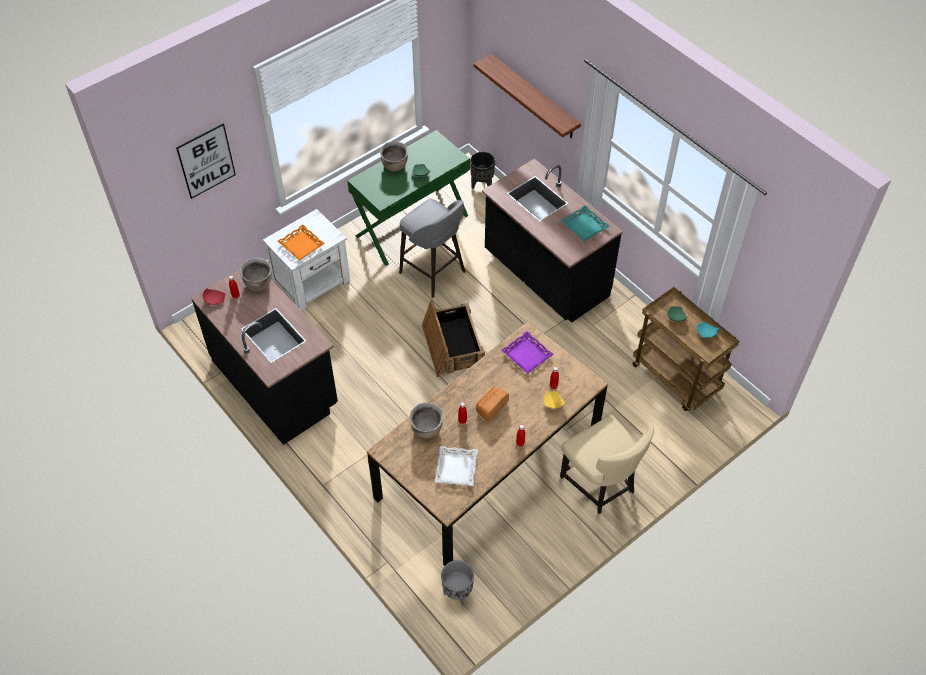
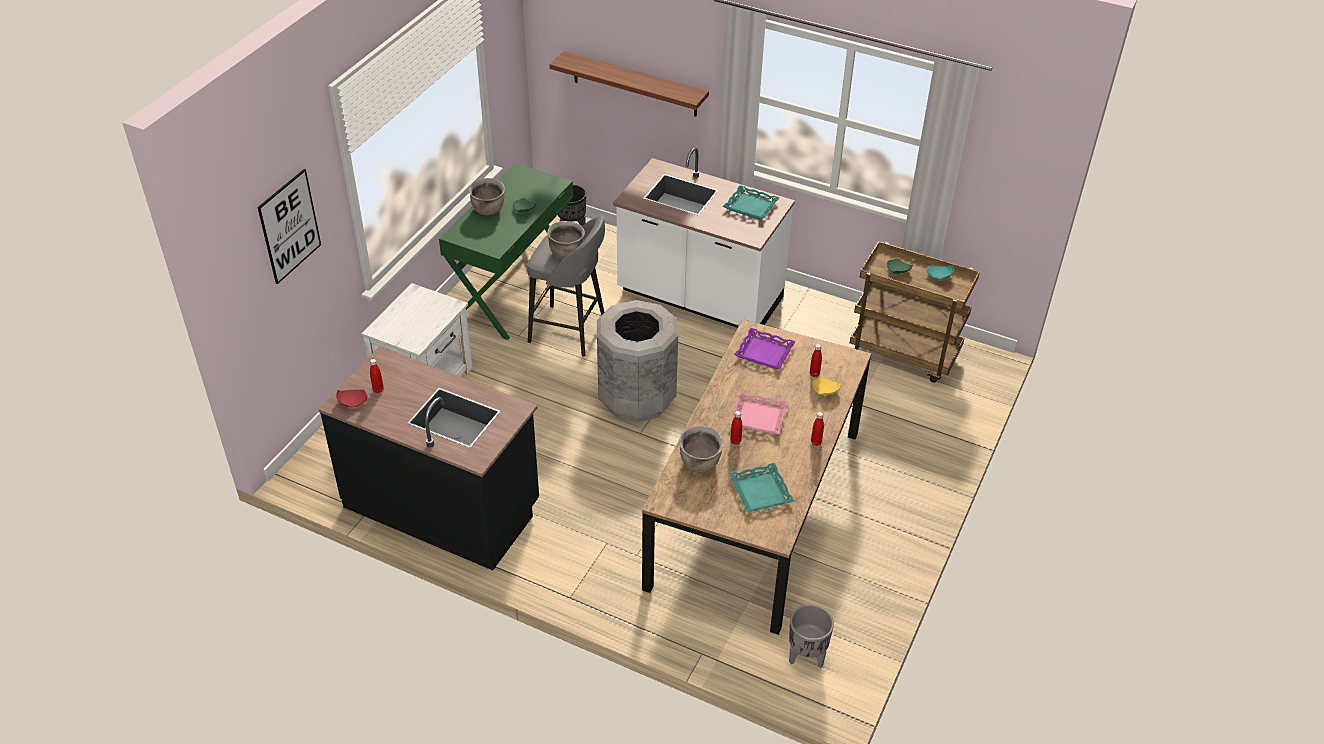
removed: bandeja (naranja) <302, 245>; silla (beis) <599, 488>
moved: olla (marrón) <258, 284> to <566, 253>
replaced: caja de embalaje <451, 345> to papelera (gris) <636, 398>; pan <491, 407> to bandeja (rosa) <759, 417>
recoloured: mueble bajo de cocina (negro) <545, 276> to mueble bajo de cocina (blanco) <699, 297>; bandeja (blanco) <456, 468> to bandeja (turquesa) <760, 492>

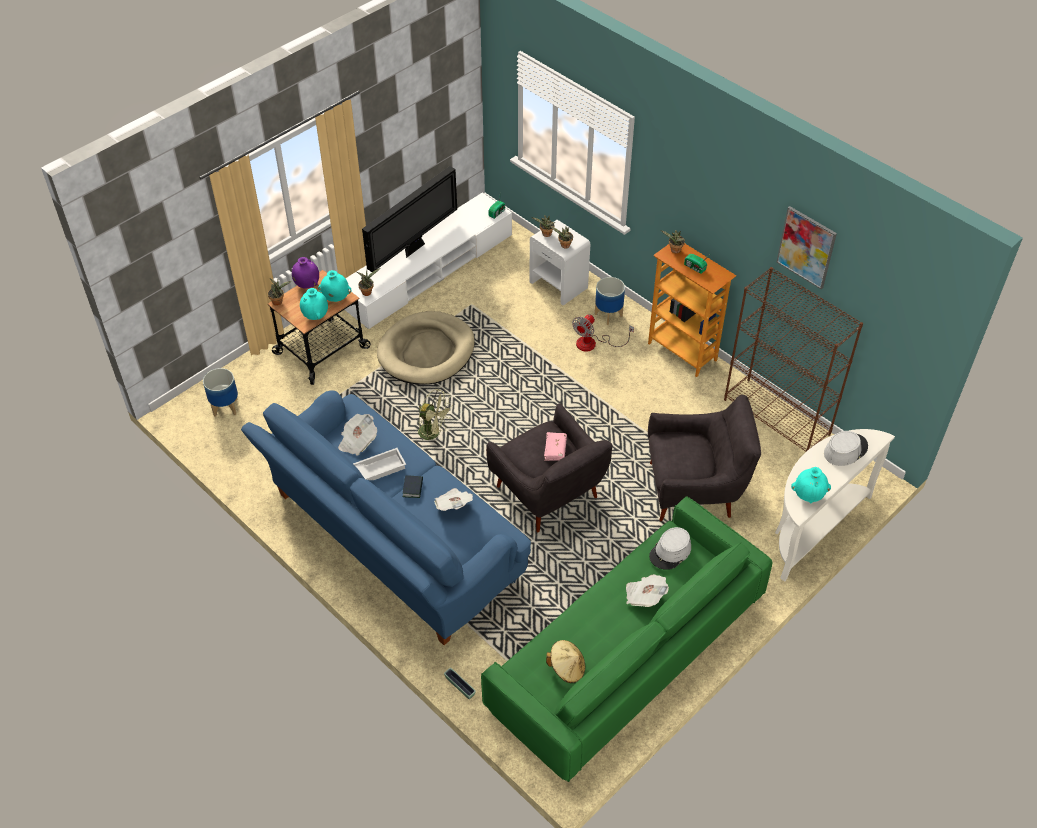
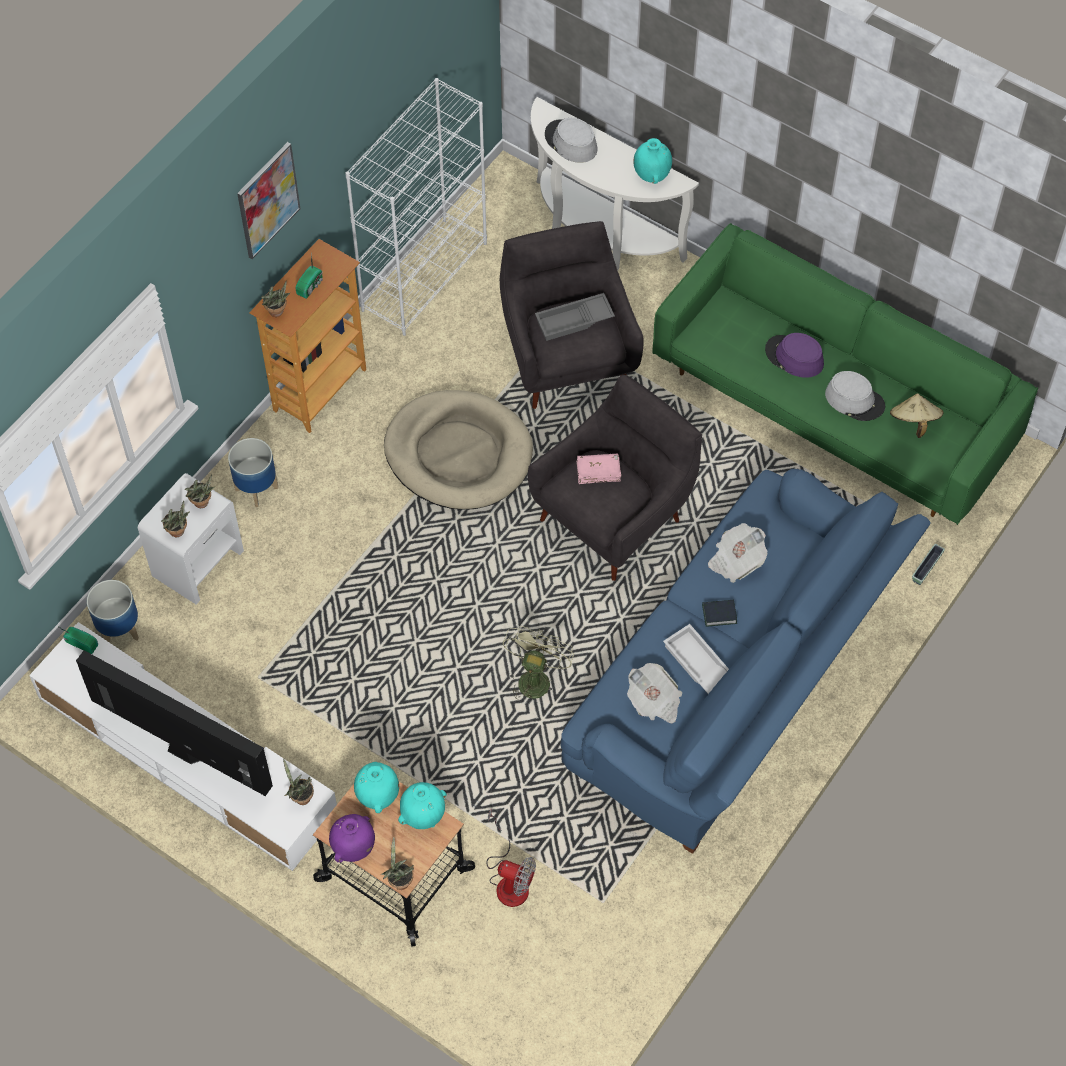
added: bandeja (gris) <574, 321>
moved: maceta <225, 407> to <118, 630>; cuadro <806, 247> to <267, 200>; cama para perro (beis) <426, 351> to <458, 454>; ventilador <593, 344> to <509, 880>; sombrero (gris) <670, 552> to <855, 400>
replaced: periódico <644, 596> to sombrero (morado) <794, 357>
recoloured: estantería (marrón) <777, 417> to estantería (blanco) <424, 276>

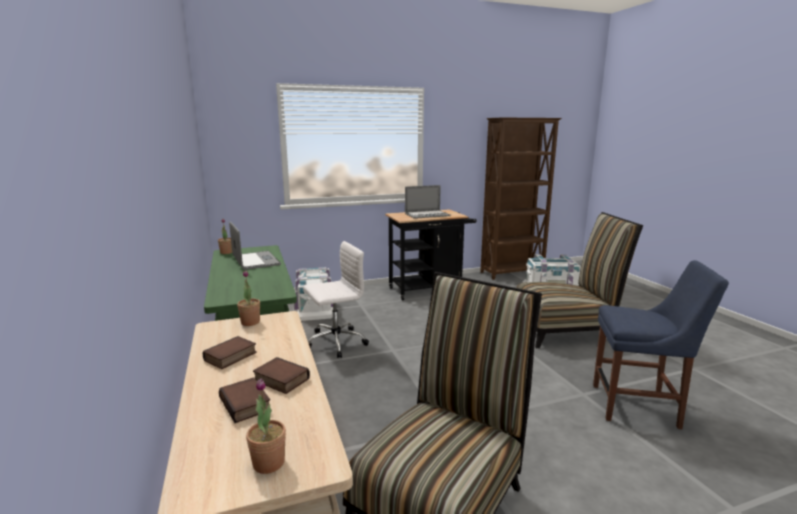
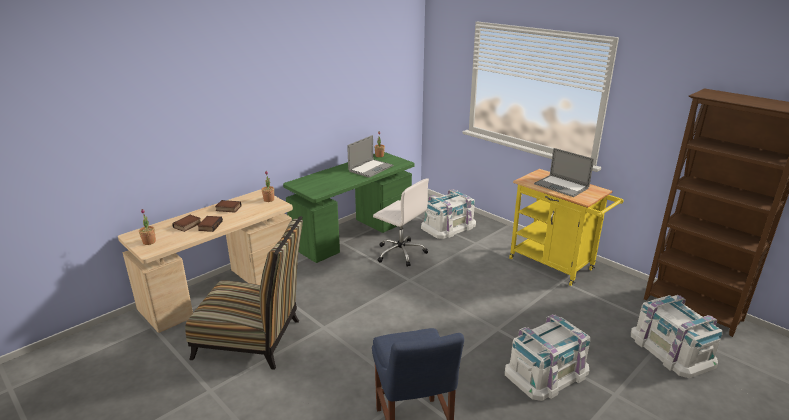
replaced: silla <565, 330> to caja de almacenaje (blanco) <546, 372>
recoloured: carrito (negro) <429, 289> to carrito (amarillo) <555, 266>

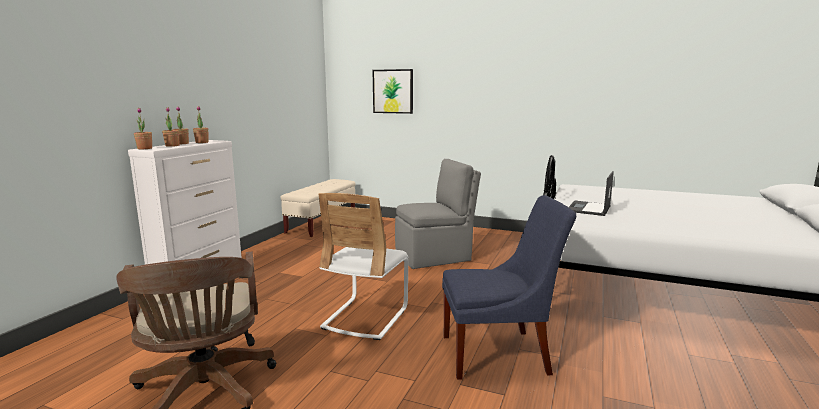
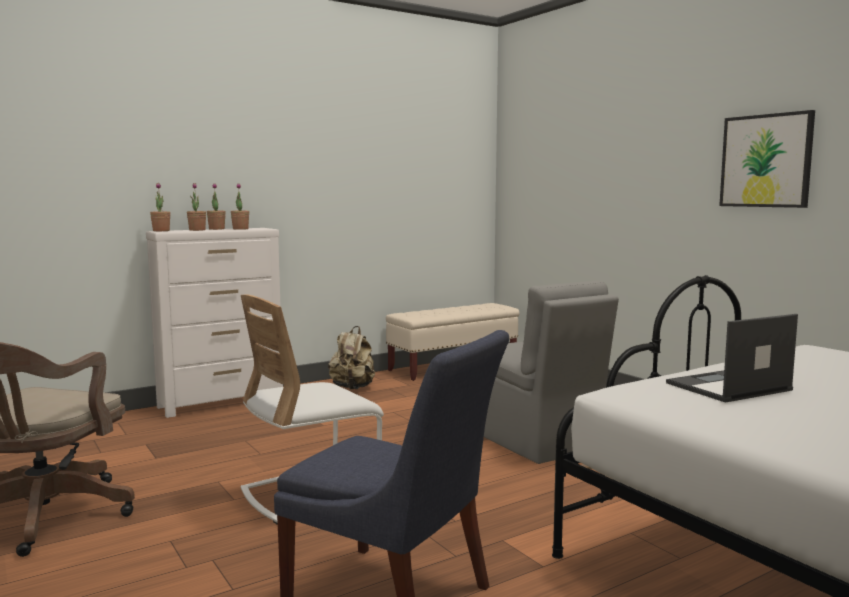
added: mochila (beis) <352, 388>
moved: cuadro <393, 91> to <766, 161>
turned: silla (gris) <435, 257> = <537, 441> 45 degrees clockwise

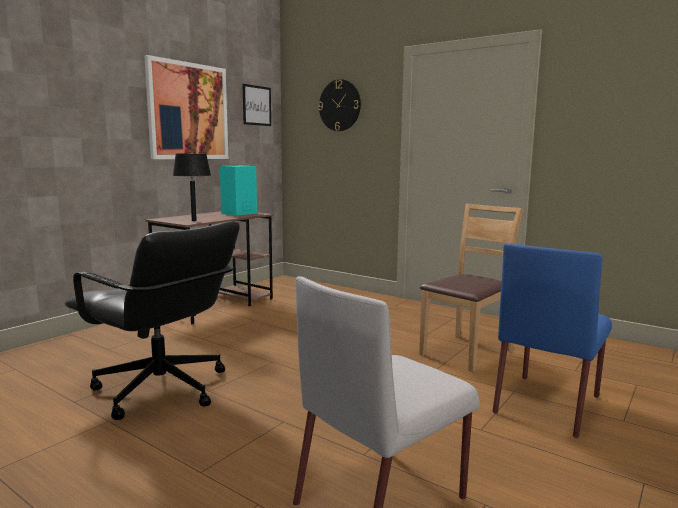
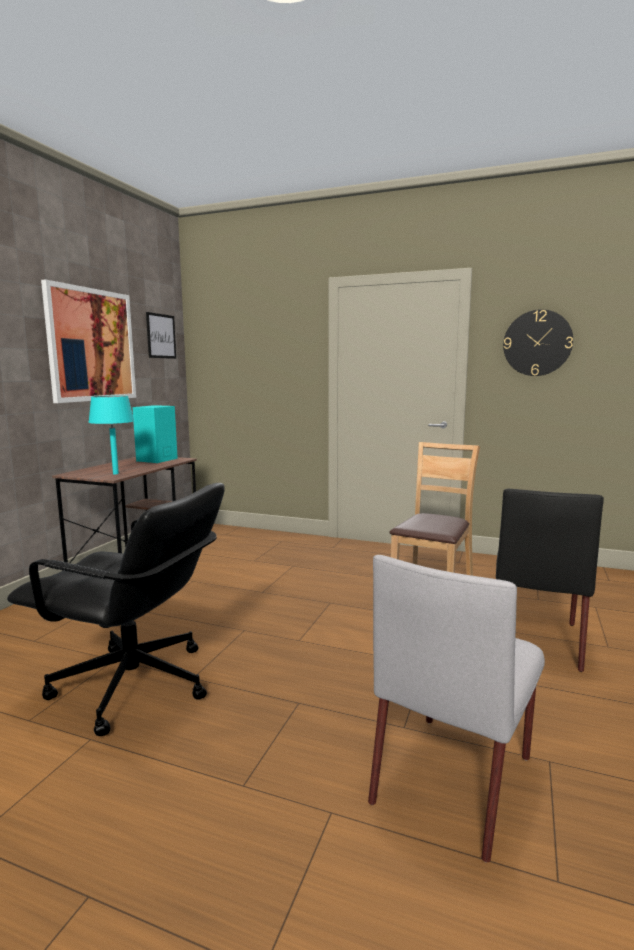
moved: reloj de pared <340, 105> to <537, 343>
recoloured: lámpara de mesa (negro) <194, 220> to lámpara de mesa (turquesa) <115, 473>; silla (azul) <547, 403> to silla (negro) <536, 638>

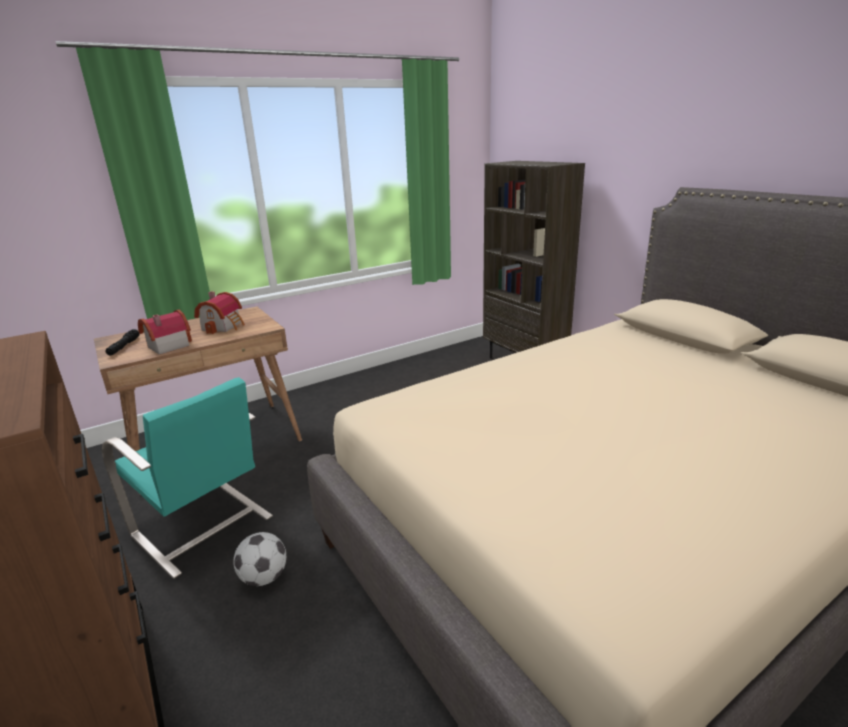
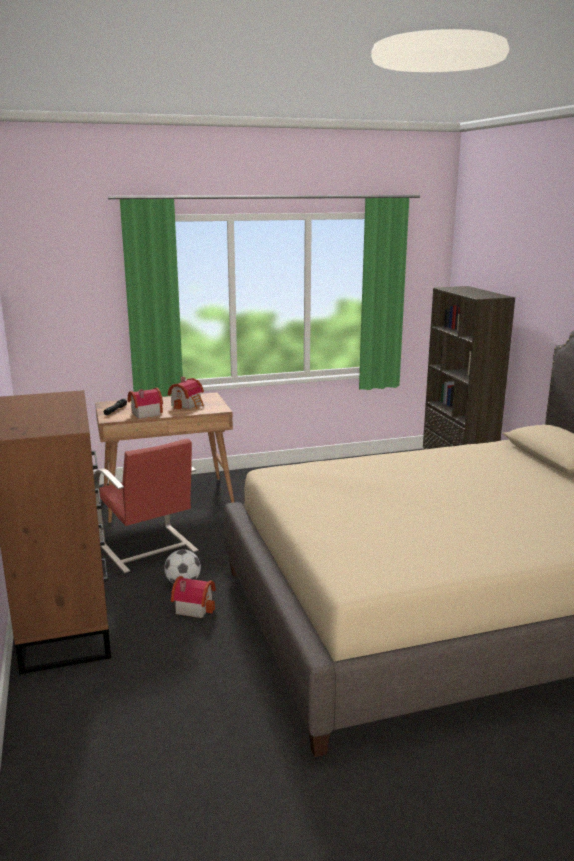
added: casita <194, 607>
recoloured: silla (turquesa) <203, 527> to silla (rojo) <148, 549>

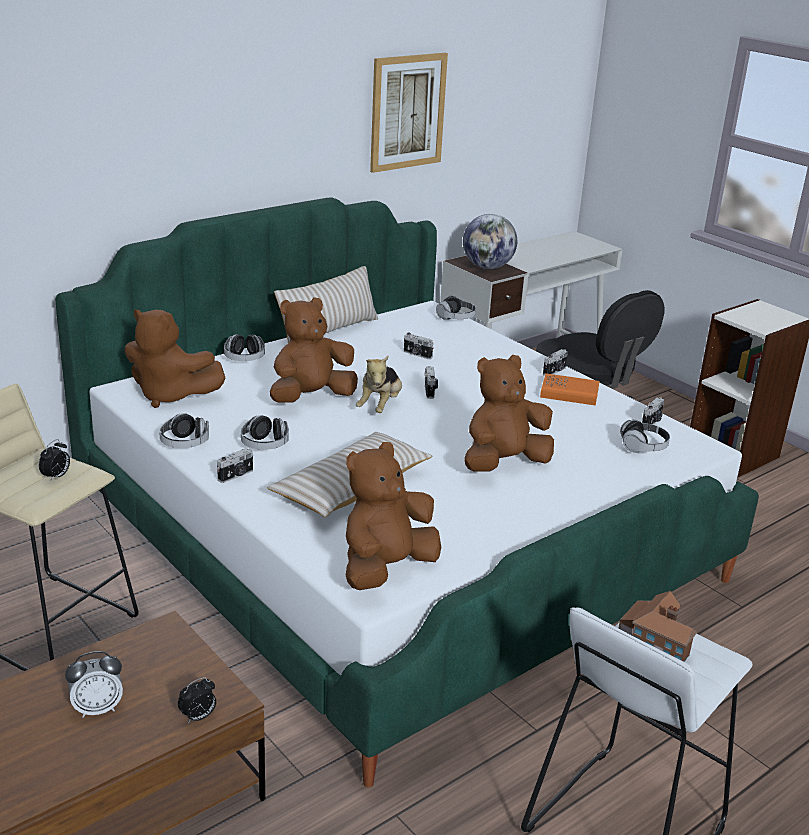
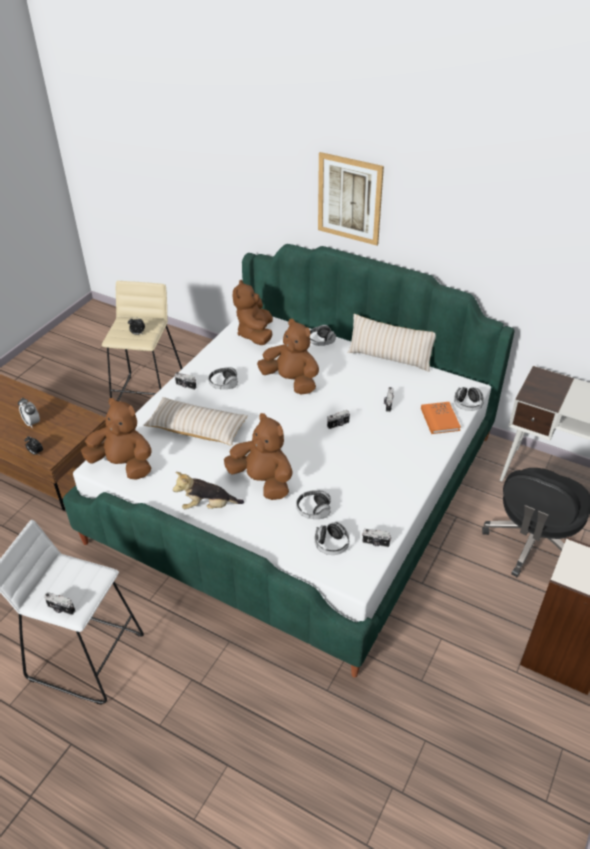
removed: globo terráqueo <487, 267>; casita <656, 638>
moved: cámara <555, 371> to <60, 609>; peluche <380, 406> to <208, 506>; auriculares <185, 443> to <313, 510>; cuadro <407, 112> to <349, 199>; libro (naranja) <569, 392> to <440, 419>

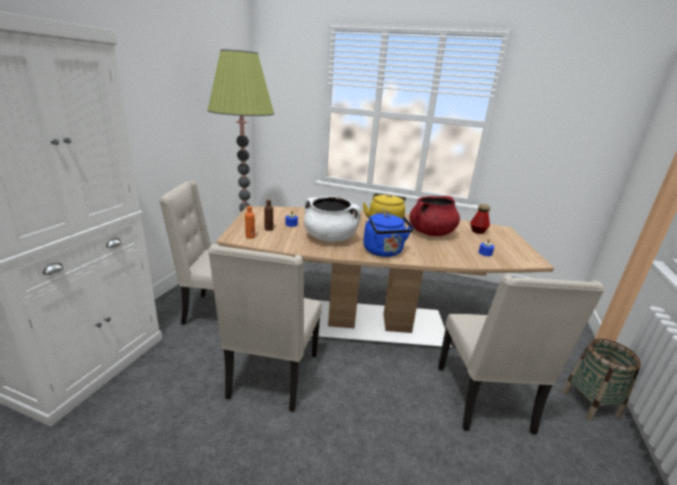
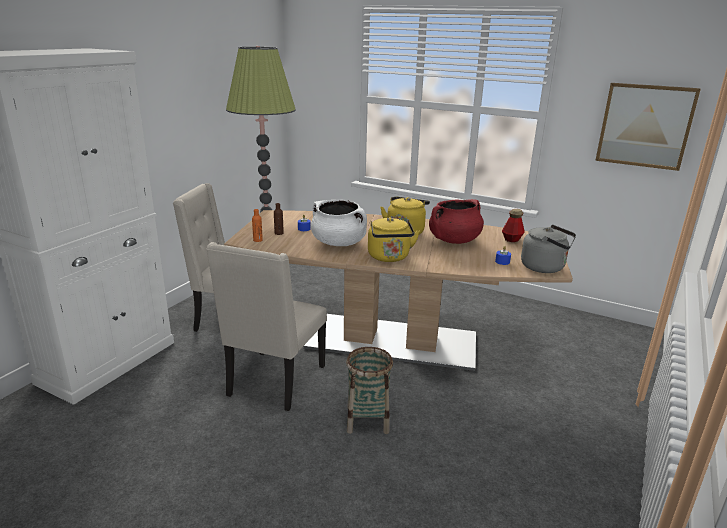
removed: silla (beis) <485, 400>
added: hervidor (gris) <545, 267>; cuadro <645, 126>
moved: cesta <590, 404> to <367, 420>
recoloured: hervidor (azul) <384, 252> to hervidor (amarillo) <389, 257>

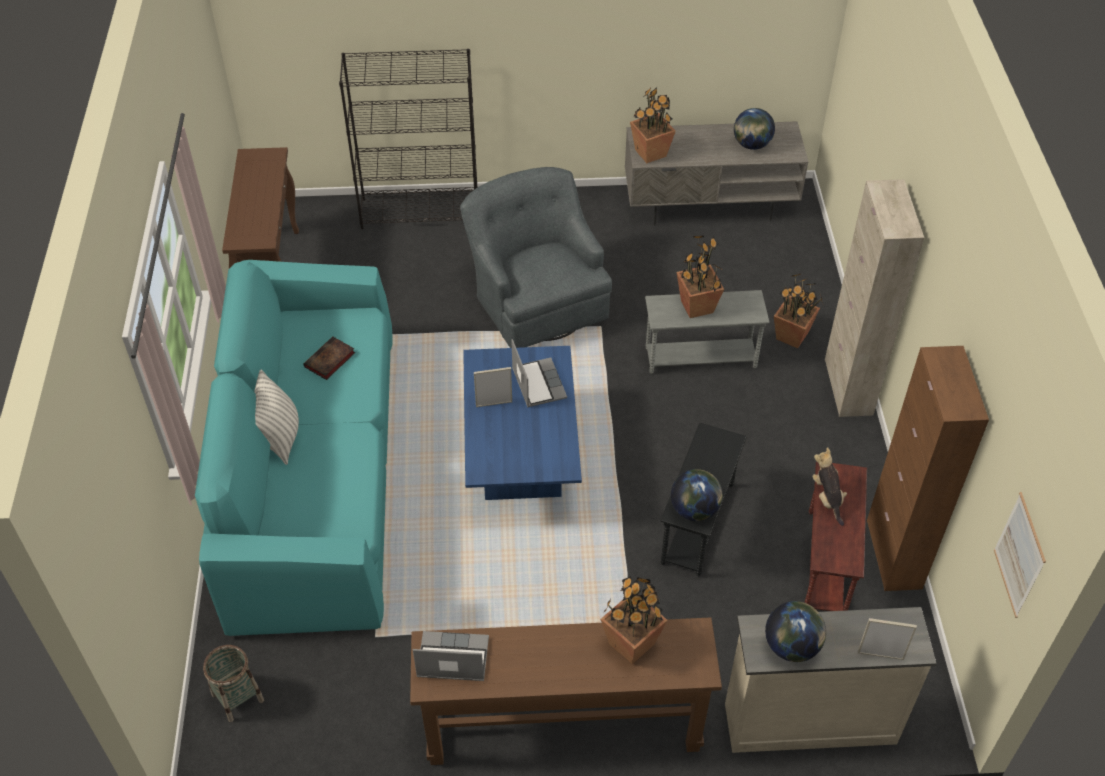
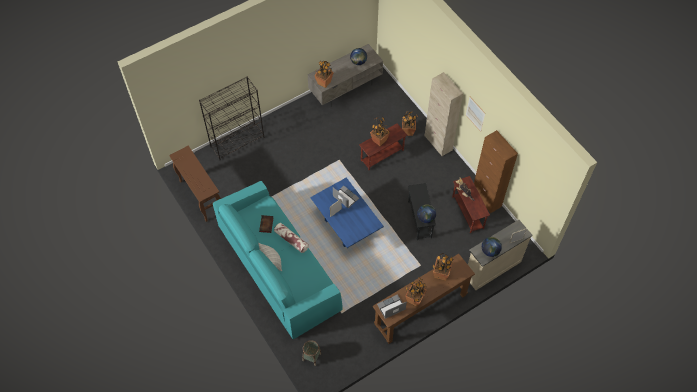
removed: sillón (gris) <537, 299>
added: cojín <291, 240>; planta en maceta <414, 300>
moved: cuadro <1019, 555> to <475, 114>
recoloured: mesa auxiliar (gris) <700, 357> to mesa auxiliar (marrón) <382, 155>

